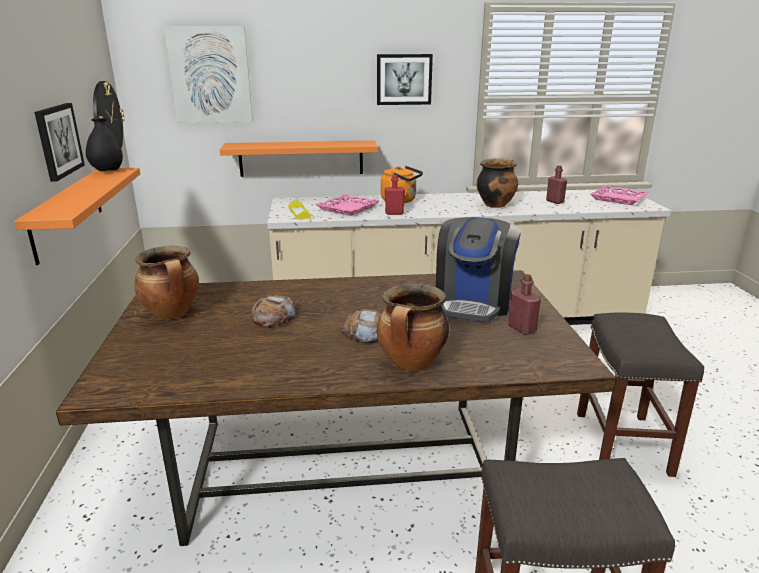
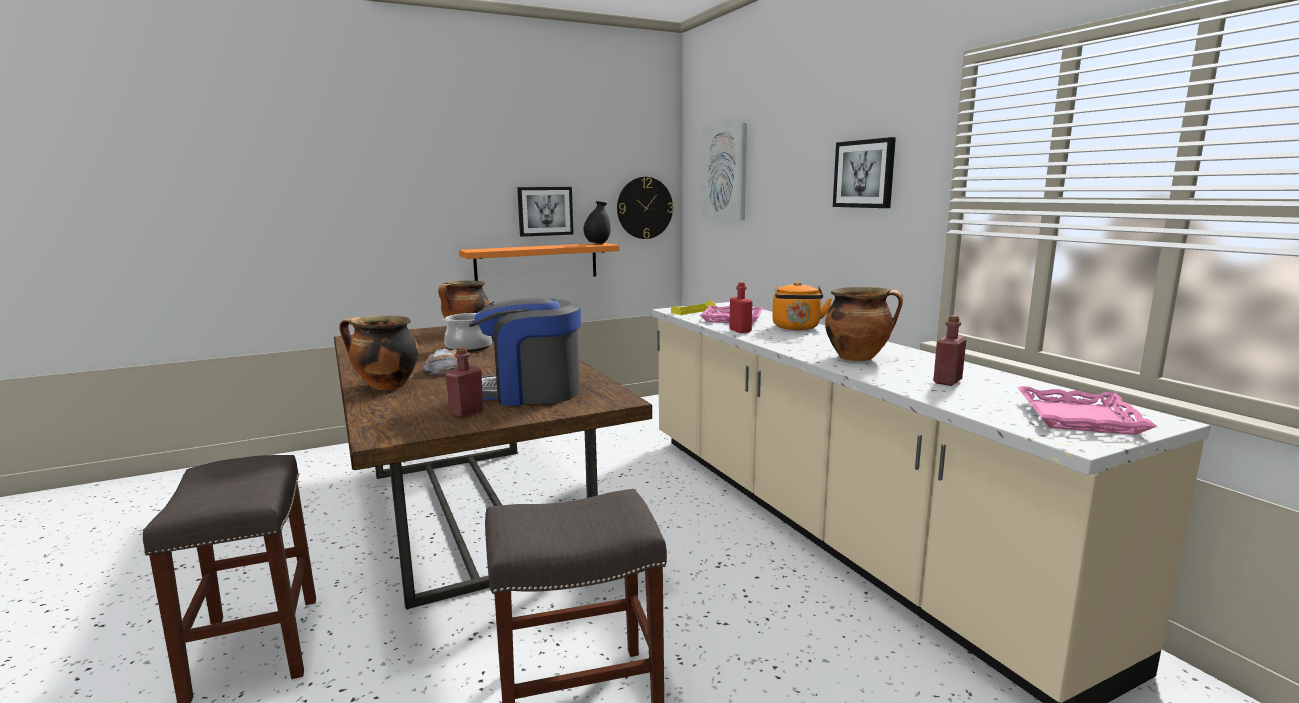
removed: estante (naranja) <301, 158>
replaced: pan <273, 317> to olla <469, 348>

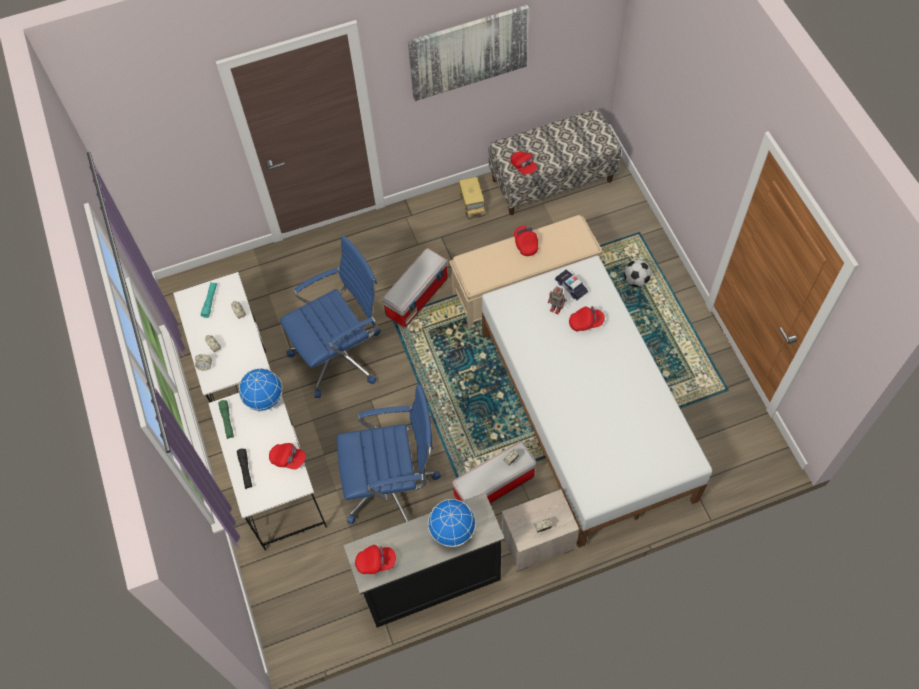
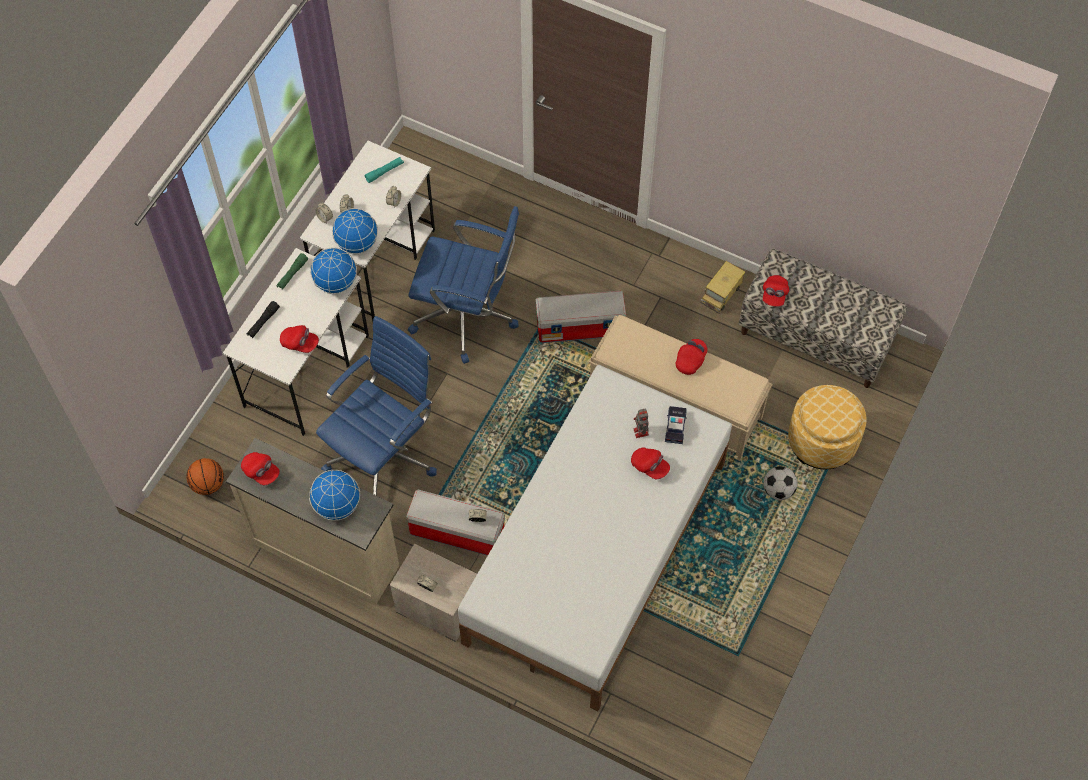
removed: cuadro <468, 52>
added: balón de baloncesto <208, 484>; globo terráqueo <356, 243>; puf <822, 441>
recoloured: cómoda (negro) <430, 582> to cómoda (beis) <325, 552>
turned: gorra (rojo) <288, 459> = <300, 343> 45 degrees counterclockwise; silla de oficina (azul) <392, 485> = <384, 453> 90 degrees counterclockwise

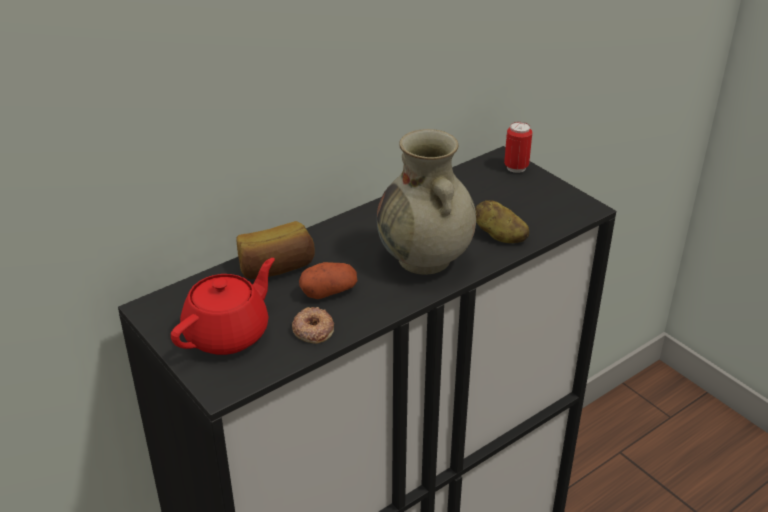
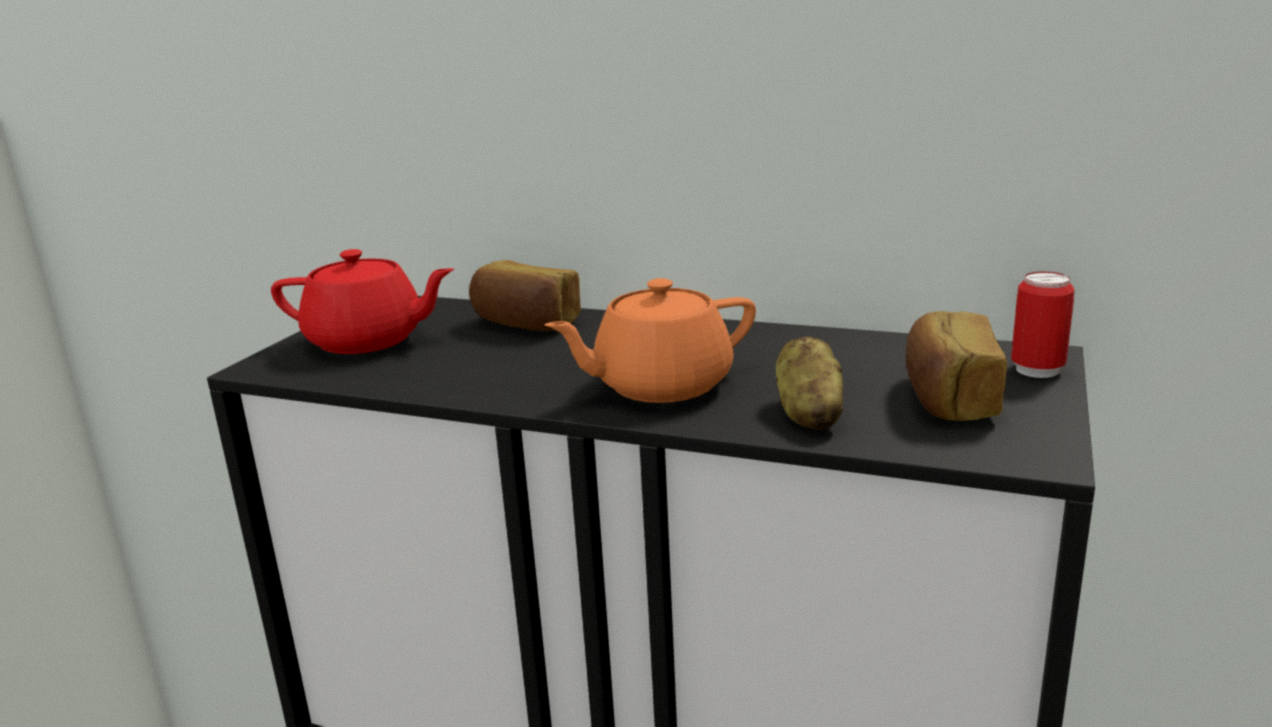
removed: rosquilla <313, 329>; patata <329, 291>
added: pan <947, 398>
replaced: florero (beis) <425, 260> to tetera (naranja) <660, 385>

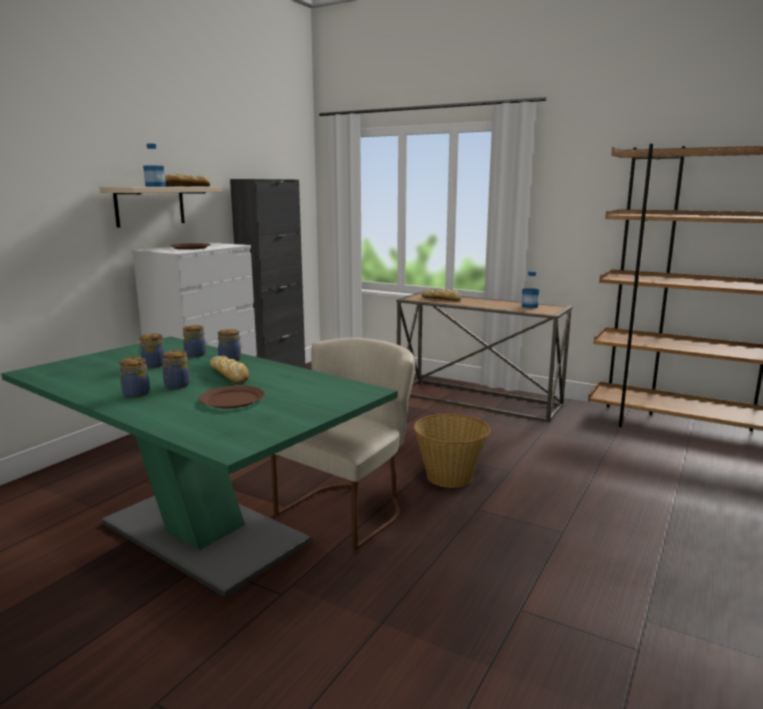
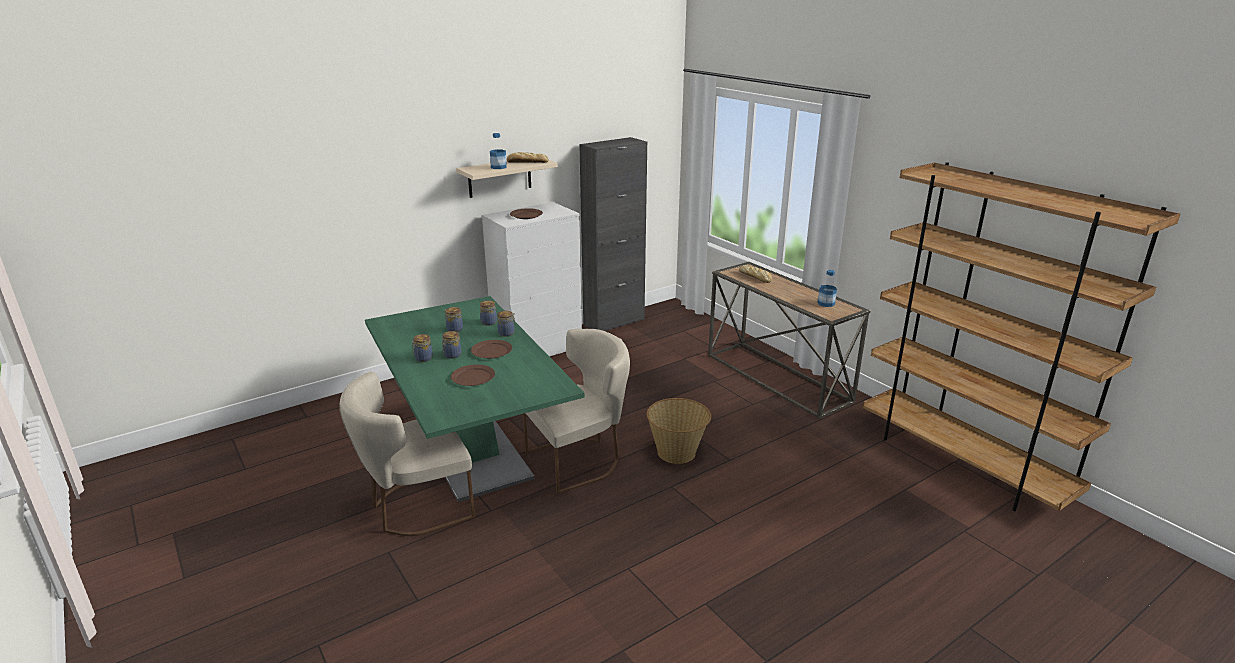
added: silla (beis) <416, 507>
replaced: pan <229, 375> to plato (marrón) <492, 351>

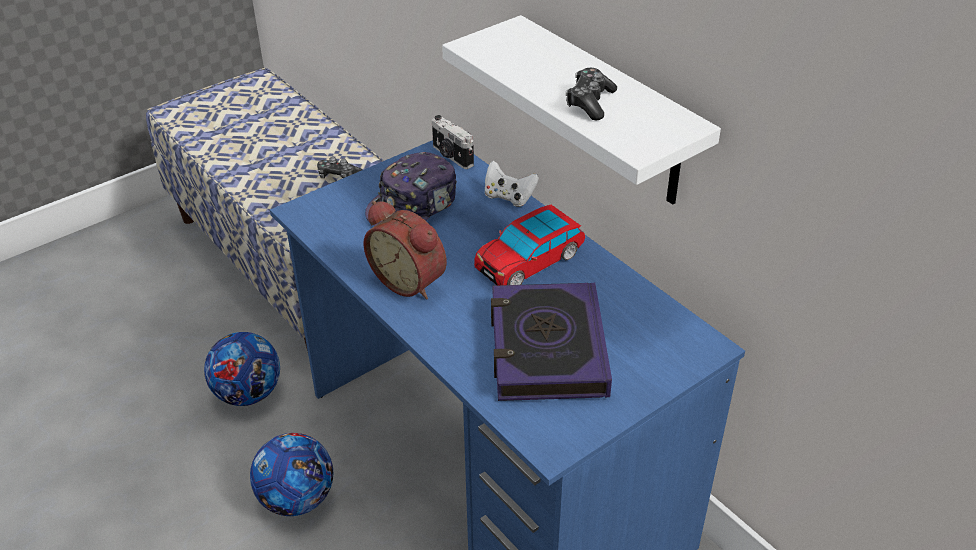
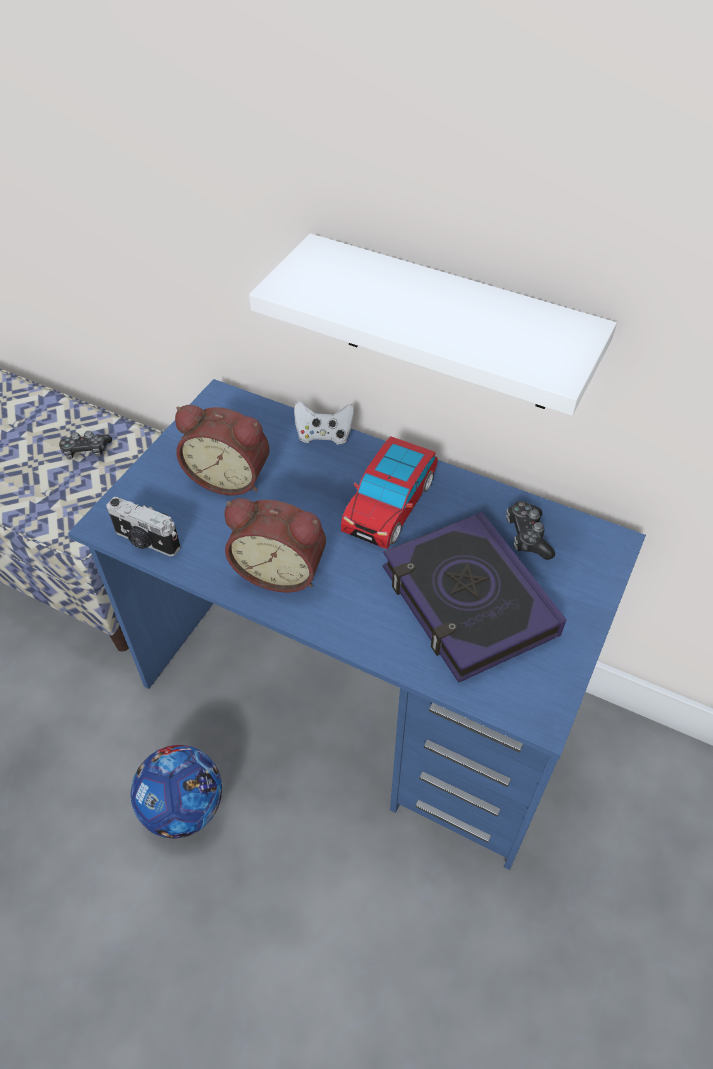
removed: balón de fútbol <248, 394>
moved: cámara <451, 156> to <146, 541>; mando de consola <590, 102> to <527, 536>
replaced: gorra <413, 206> to despertador <230, 477>

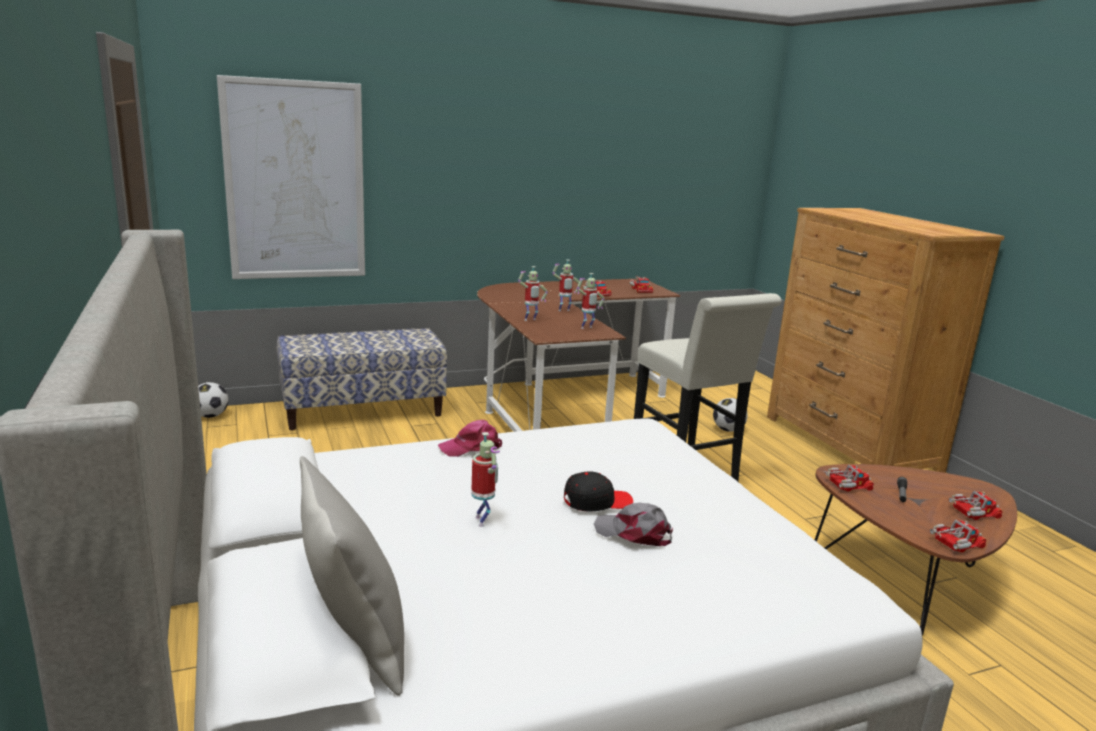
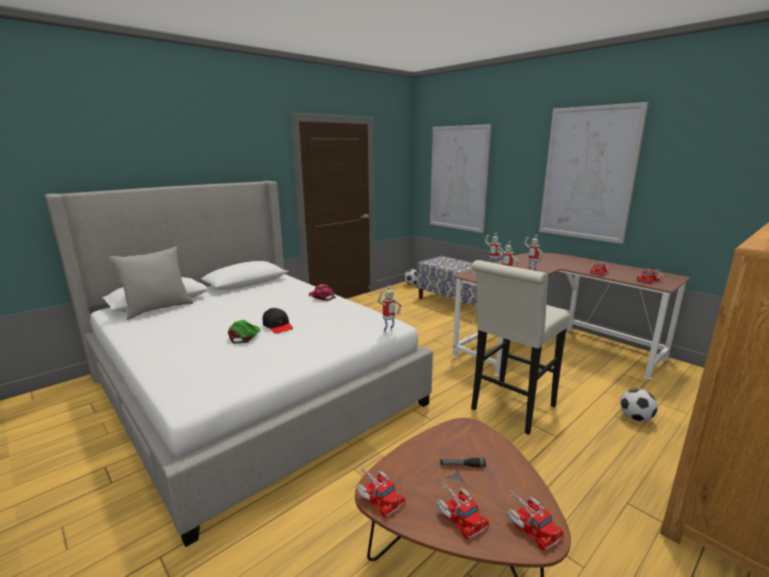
added: cuadro <588, 174>
moved: robot de juguete <483, 521> to <388, 331>; camión de juguete <844, 486> to <530, 524>
recoloured: gorra (gris) <634, 533> to gorra (verde) <244, 336>

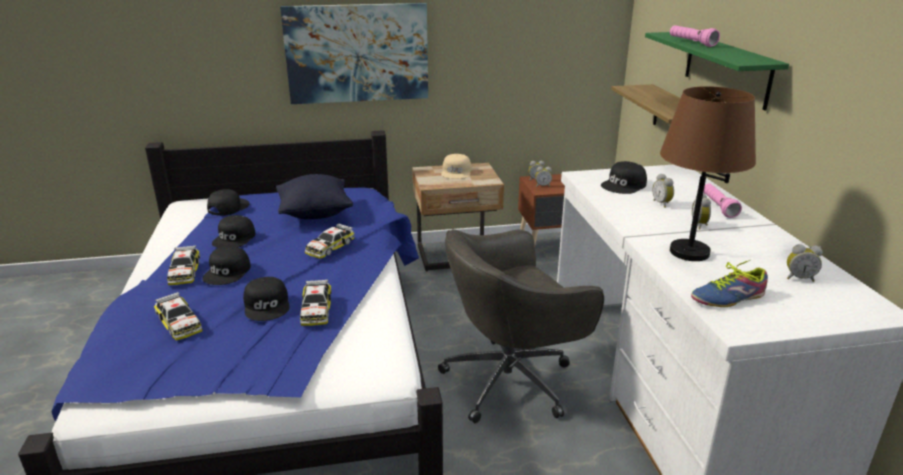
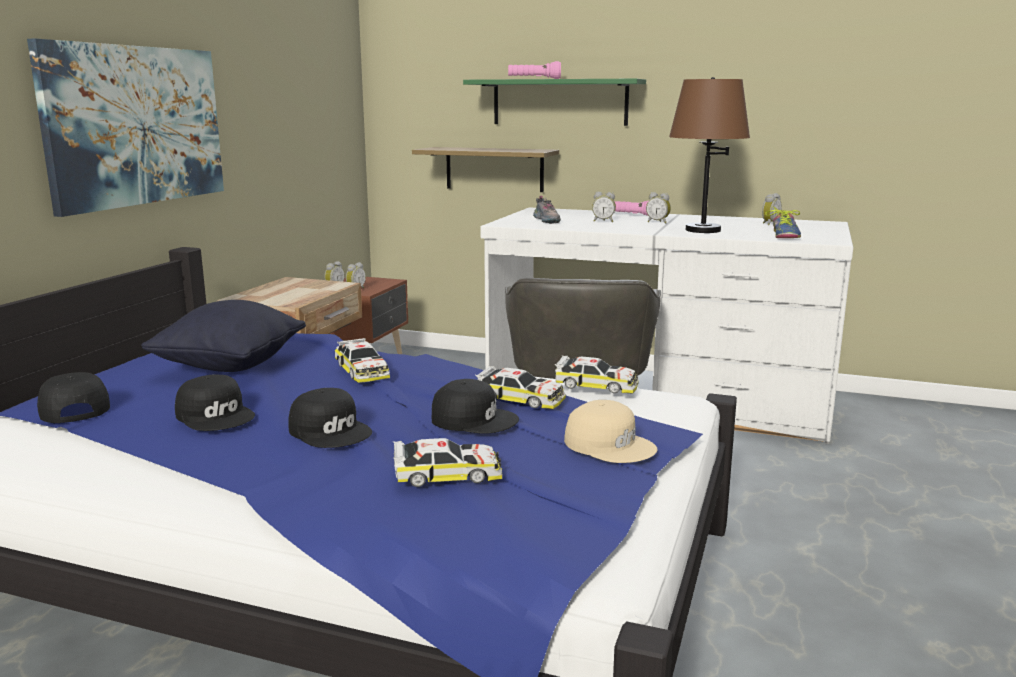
moved: coche de juguete <184, 272> to <596, 385>; gorra (beis) <457, 172> to <610, 444>
replaced: gorra (negro) <624, 185> to zapato <548, 221>

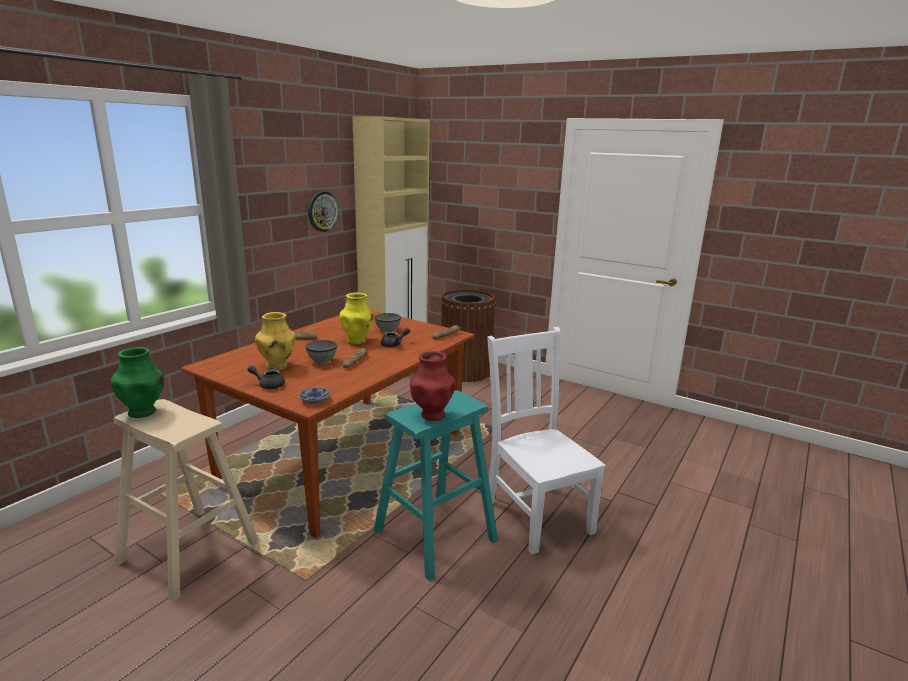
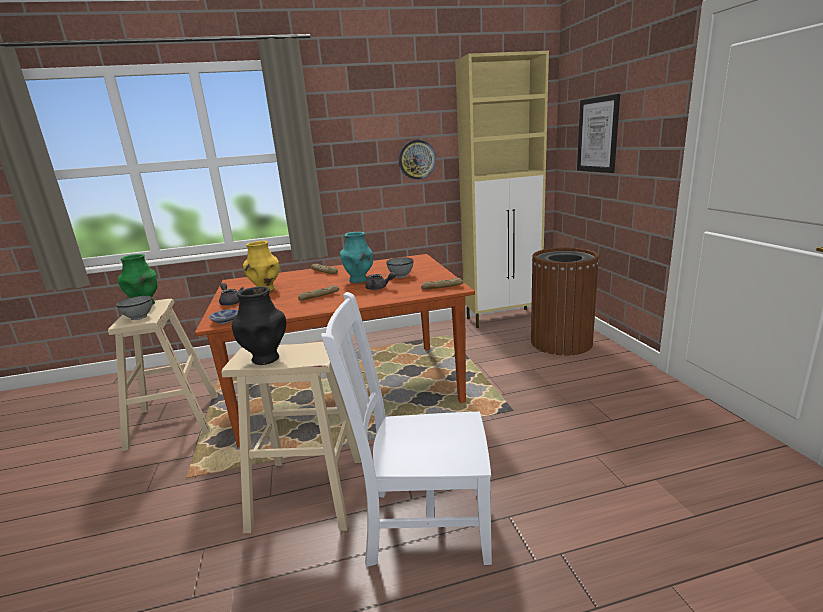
added: cuadro <598, 135>
moved: cuenco (gris) <322, 361> to <139, 317>
recoloured: taburete (turquesa) <435, 535> to taburete (beis) <308, 492>; florero (rojo) <432, 415> to florero (negro) <266, 358>; florero (amarillo) <357, 341> to florero (turquesa) <359, 280>
turned: silla (blanco) <536, 514> = <422, 524> 105 degrees counterclockwise

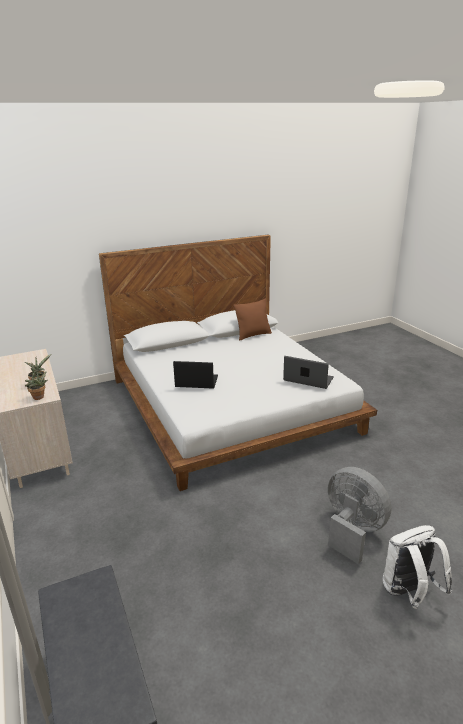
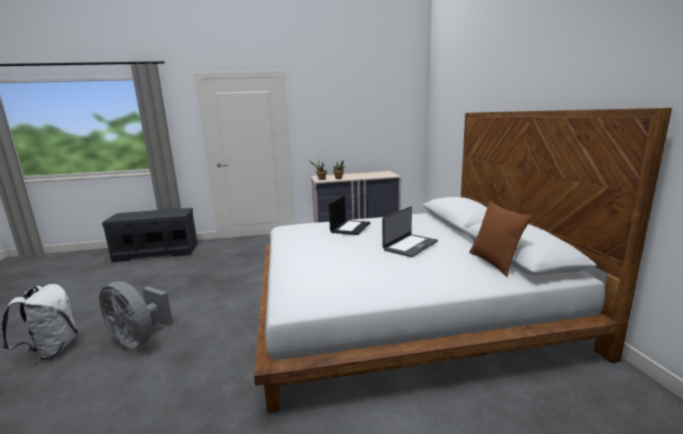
moved: portátil <308, 379> to <410, 245>
turned: ventilador (gris) <352, 530> = <139, 339> 60 degrees clockwise

